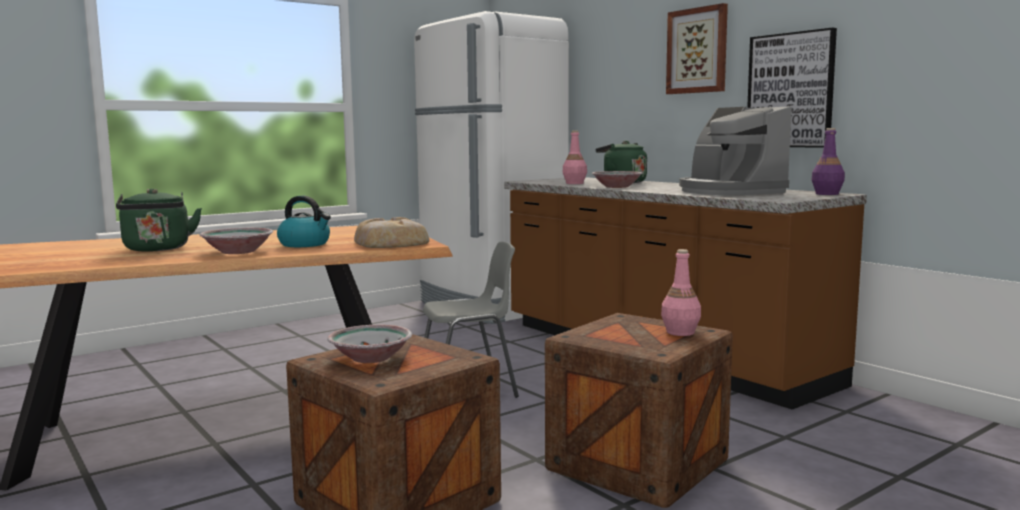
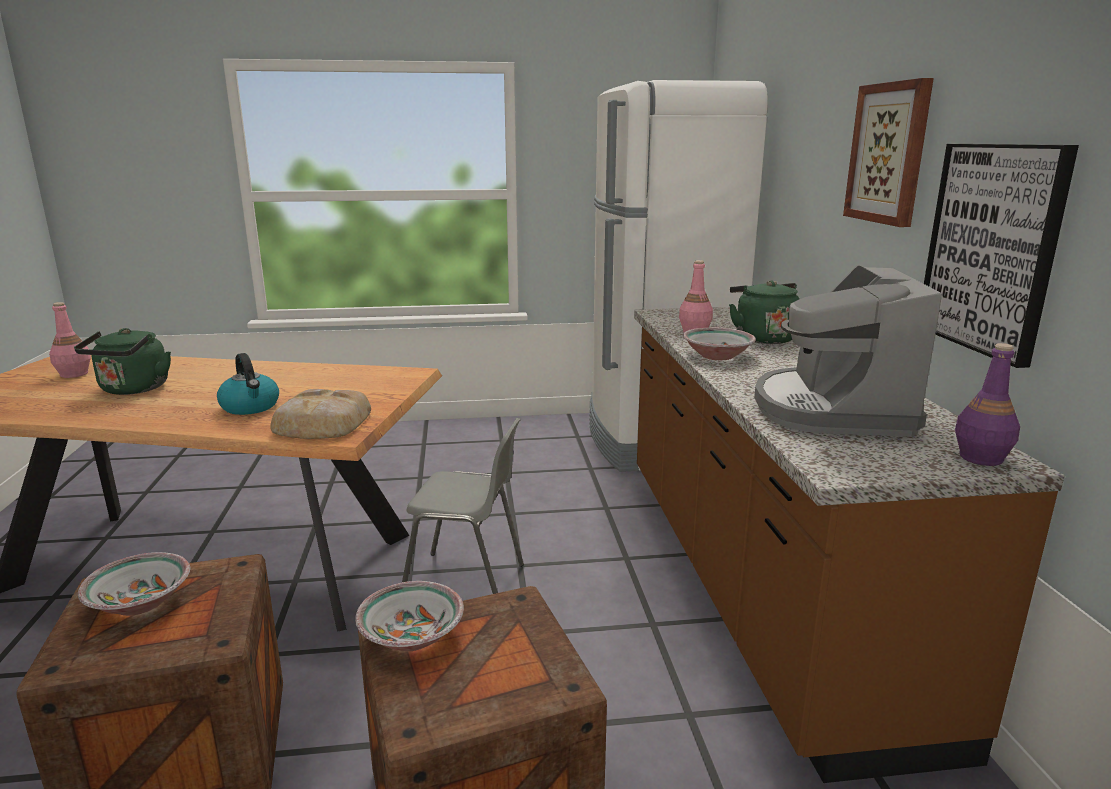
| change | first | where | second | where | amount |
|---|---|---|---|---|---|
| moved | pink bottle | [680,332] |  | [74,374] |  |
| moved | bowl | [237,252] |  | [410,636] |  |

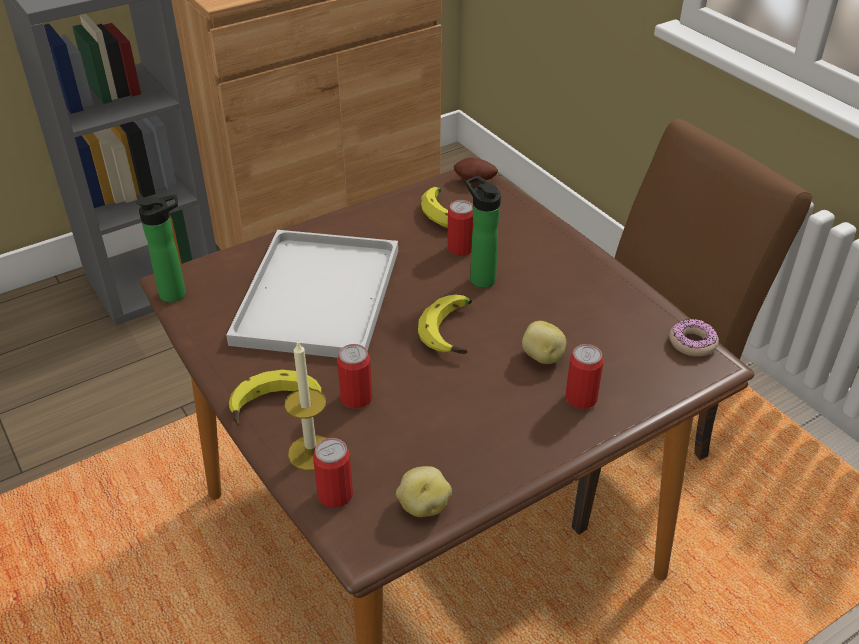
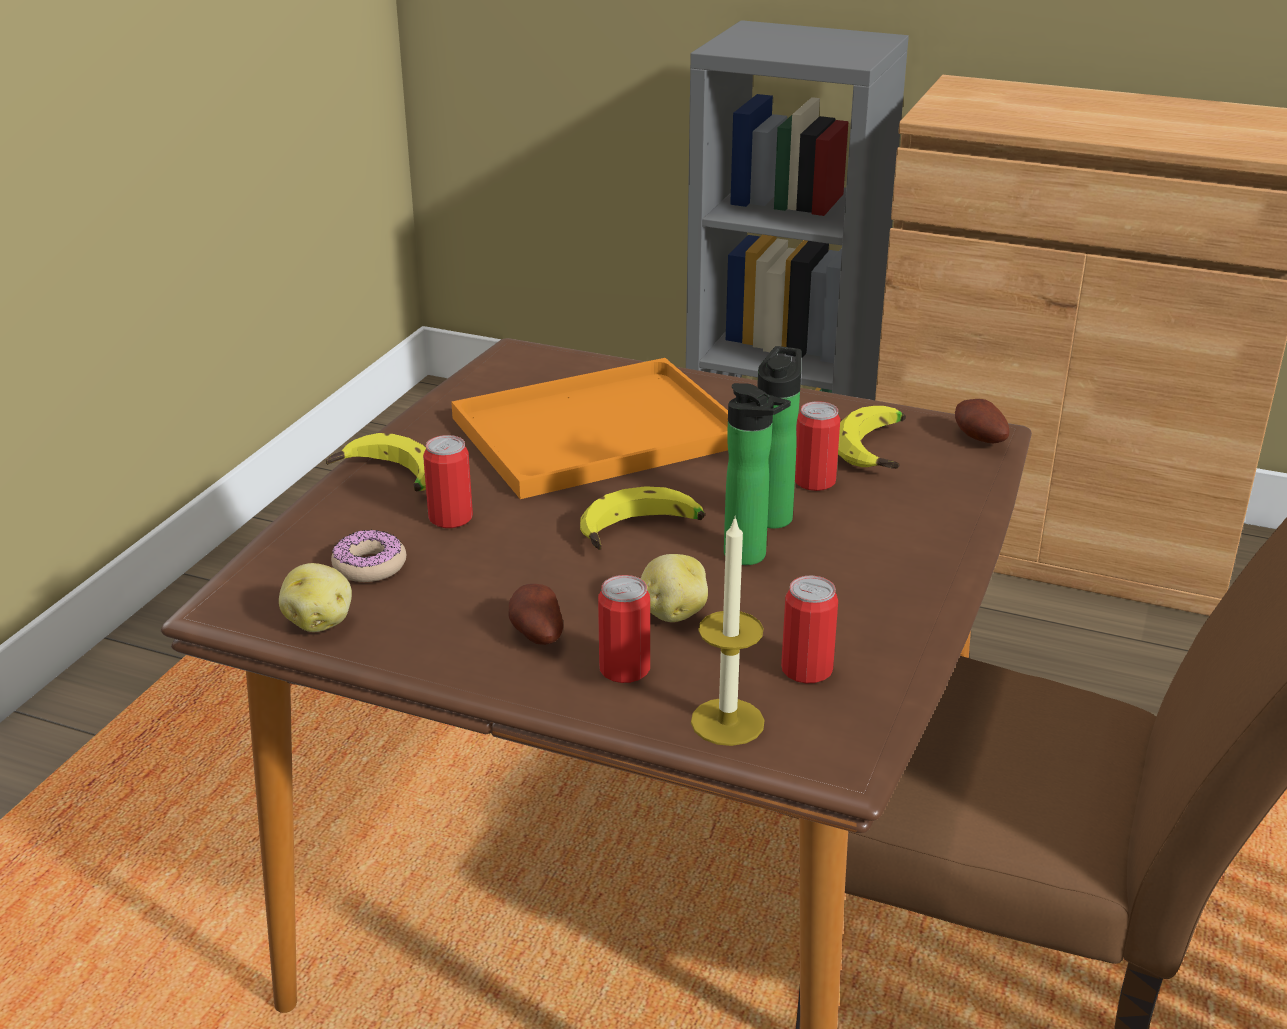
| change | first | where | second | where | amount |
|---|---|---|---|---|---|
| moved | donut | [692,343] |  | [369,566] |  |
| recoloured | white tray | [319,298] | orange tray | [594,433] |  |
| added |  |  | potato | [535,635] |  |
| moved | candle | [311,452] |  | [727,722] |  |
| moved | bottle | [177,294] |  | [750,557] |  |
| moved | can | [335,495] |  | [807,669] |  |

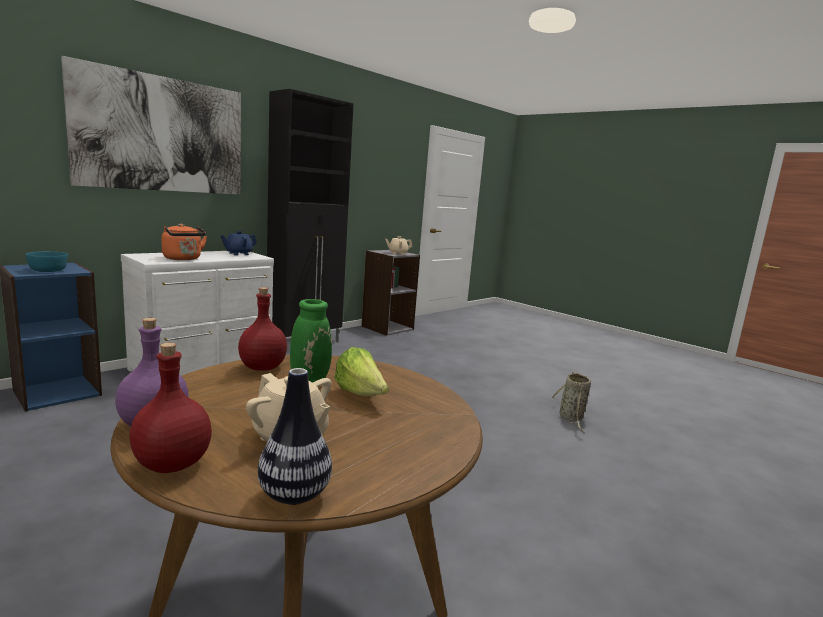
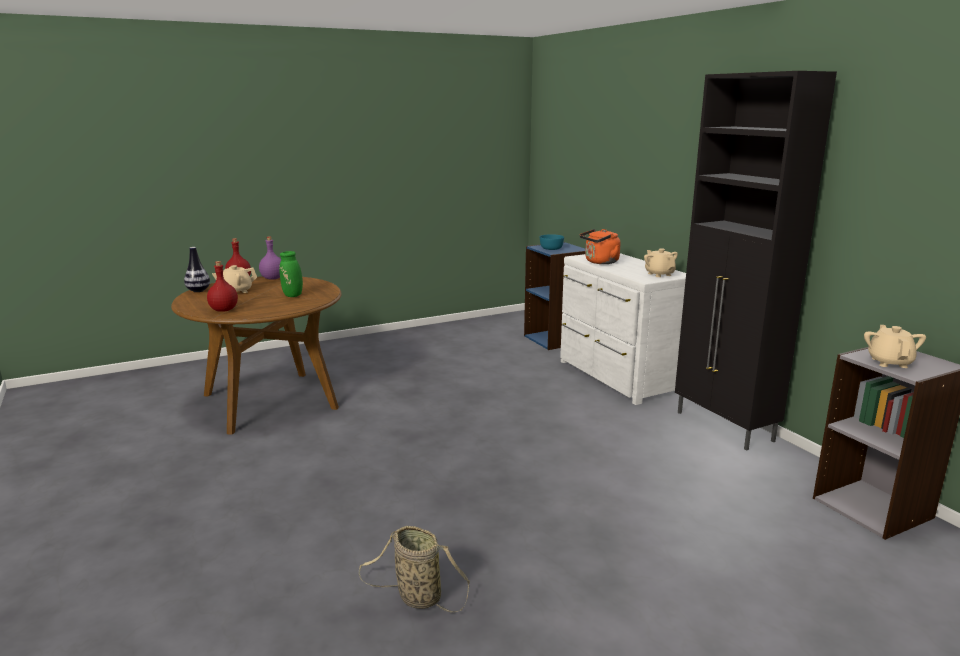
| change | first | where | second | where | amount |
|---|---|---|---|---|---|
| moved | red bottle | [261,367] |  | [224,310] |  |
| recoloured | blue teapot | [238,253] | beige teapot | [659,274] |  |
| removed | picture | [162,135] |  |  |  |
| removed | lettuce | [361,394] |  |  |  |

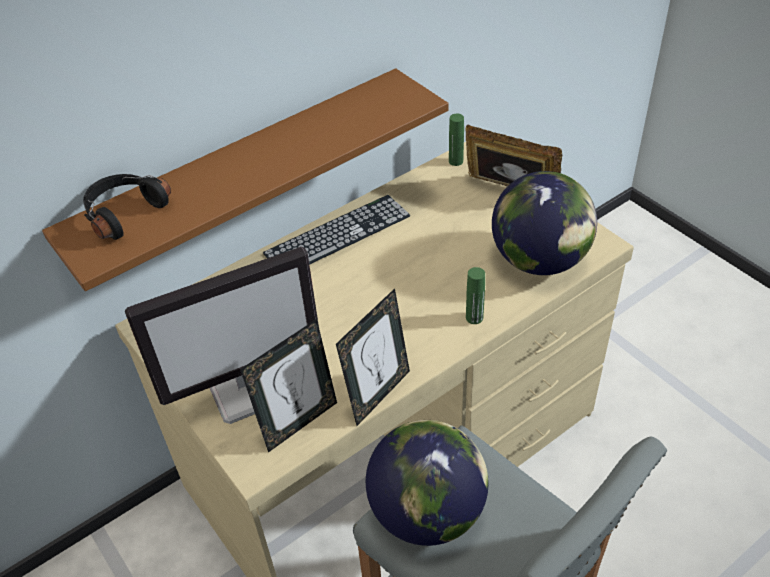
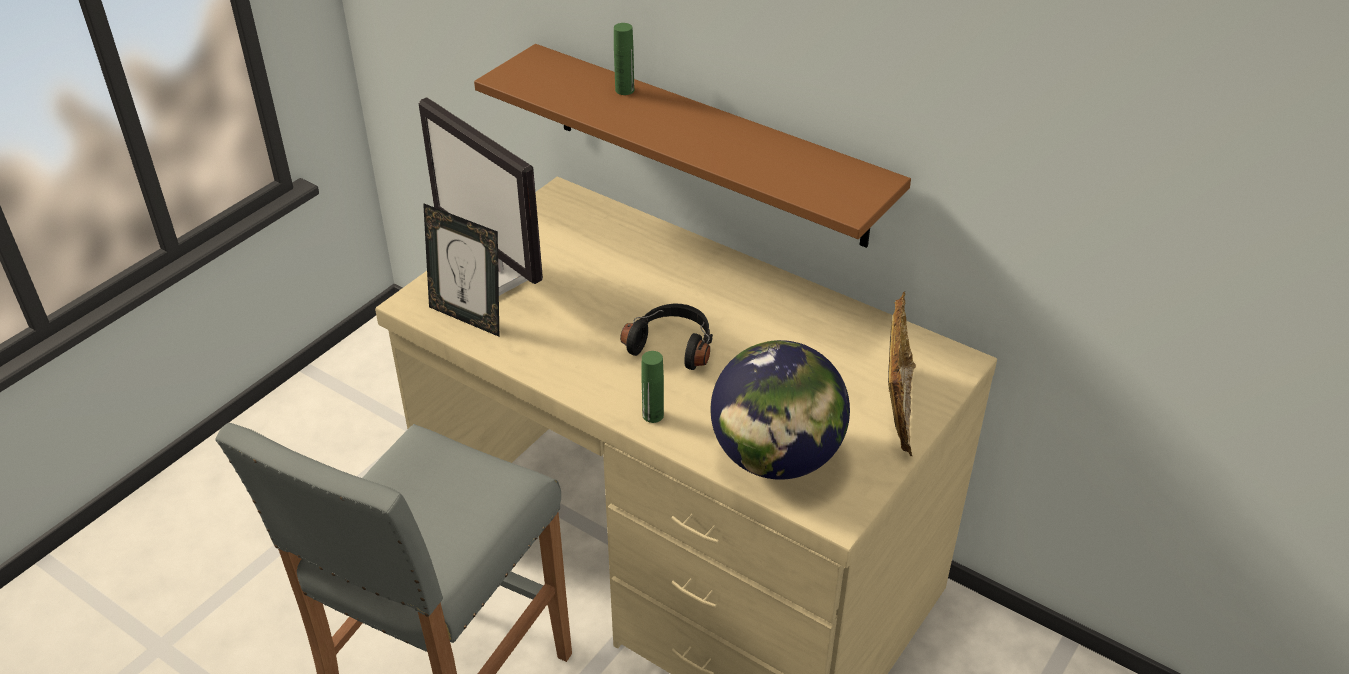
| change | first | where | second | where | amount |
|---|---|---|---|---|---|
| moved | green bottle | [456,161] |  | [624,90] |  |
| moved | black headphones | [124,212] |  | [673,345] |  |
| removed | keyboard | [337,234] |  |  |  |
| removed | picture frame | [378,394] |  |  |  |
| removed | globe | [428,512] |  |  |  |

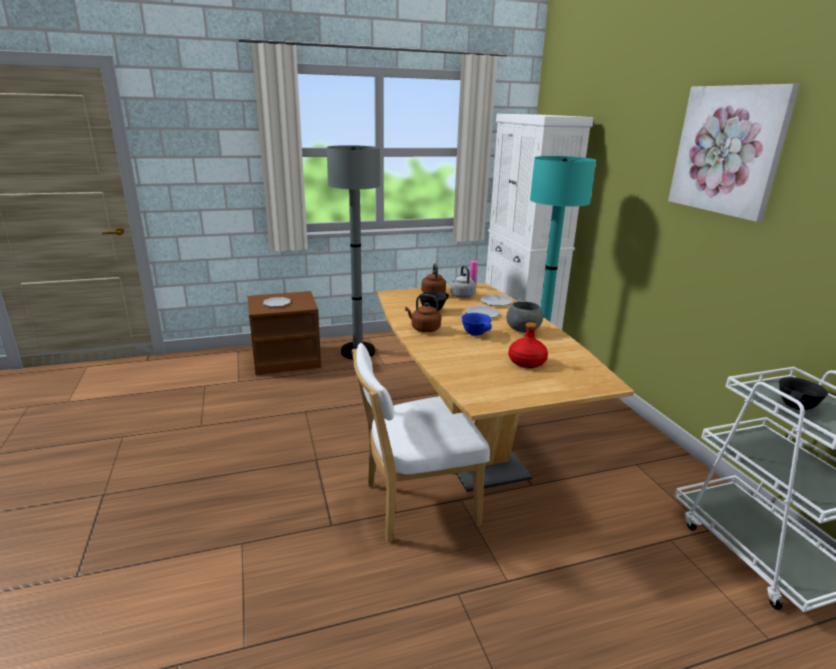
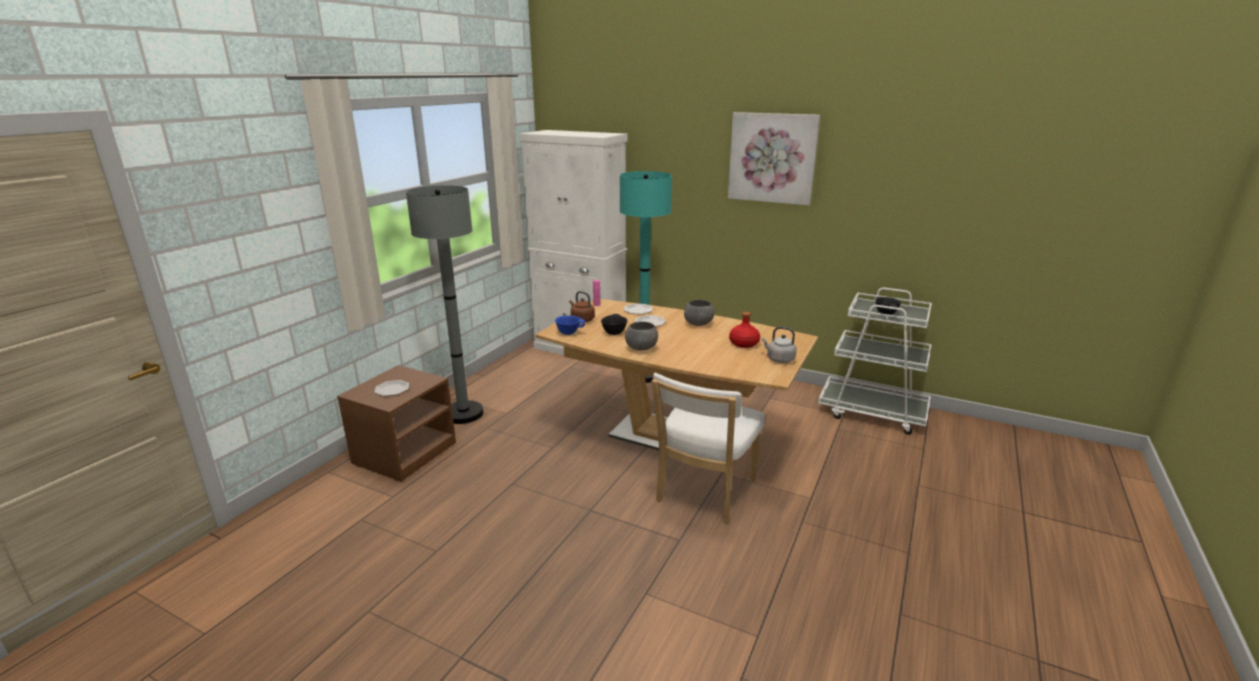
| change | first | where | second | where | amount |
|---|---|---|---|---|---|
| moved | blue bowl | [476,334] |  | [569,333] |  |
| replaced | brown kettle | [424,329] | grey bowl | [641,349] |  |
| moved | grey kettle | [462,295] |  | [779,359] |  |

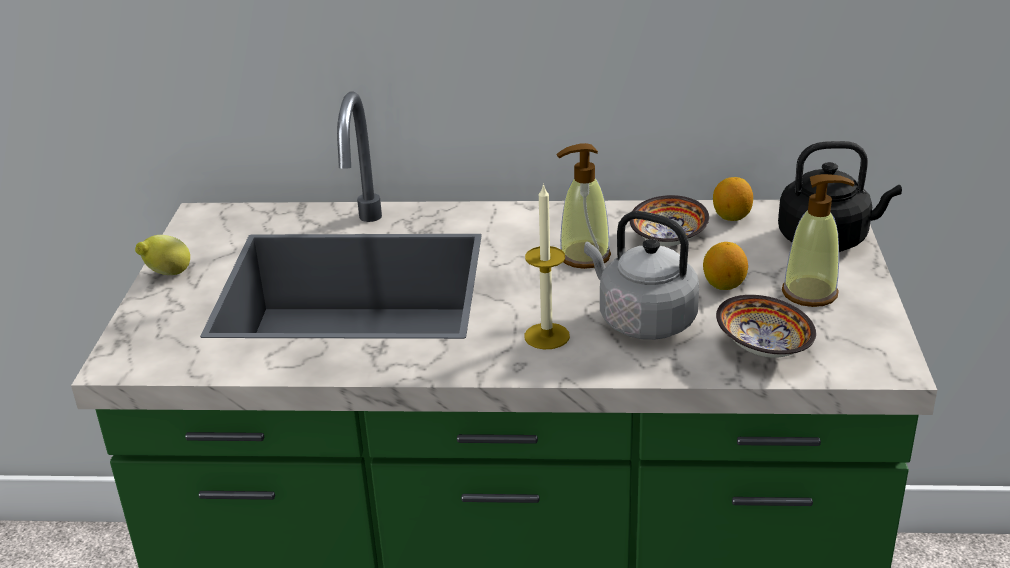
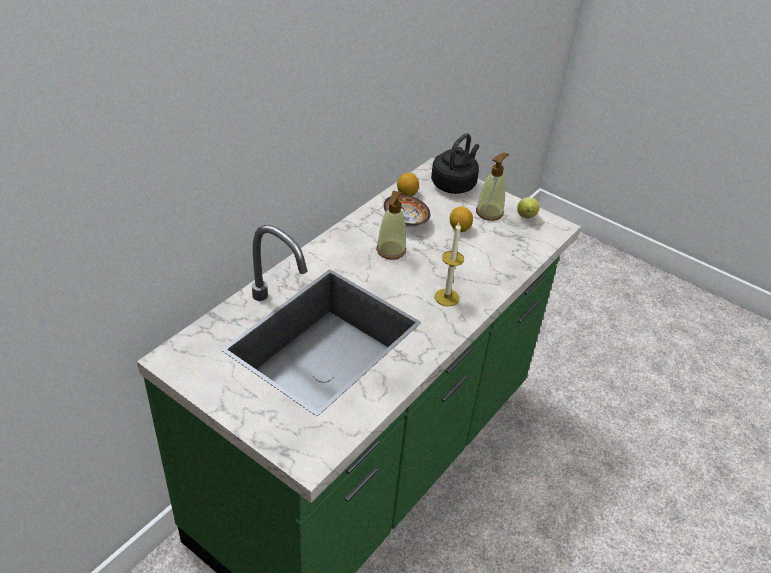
| change | first | where | second | where | amount |
|---|---|---|---|---|---|
| moved | lemon | [167,274] |  | [526,218] |  |
| removed | grey kettle | [642,320] |  |  |  |
| removed | bowl | [762,349] |  |  |  |

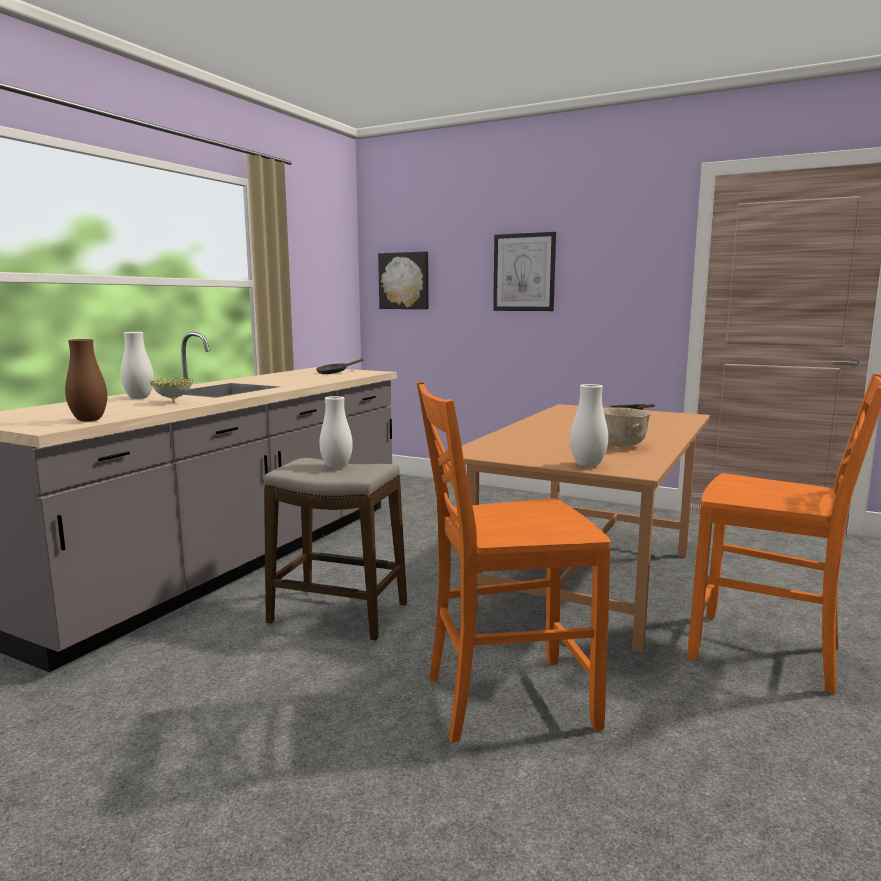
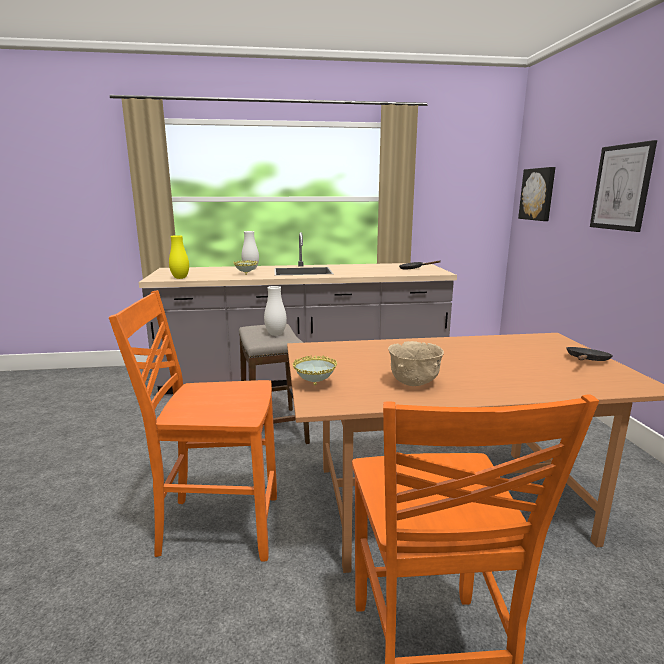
| change | first | where | second | where | amount |
|---|---|---|---|---|---|
| turned | orange chair | [505,700] |  | [217,525] | 45 degrees counterclockwise |
| recoloured | brown vase | [89,420] | yellow vase | [180,278] |  |
| replaced | white vase | [587,465] | bowl | [315,385] |  |

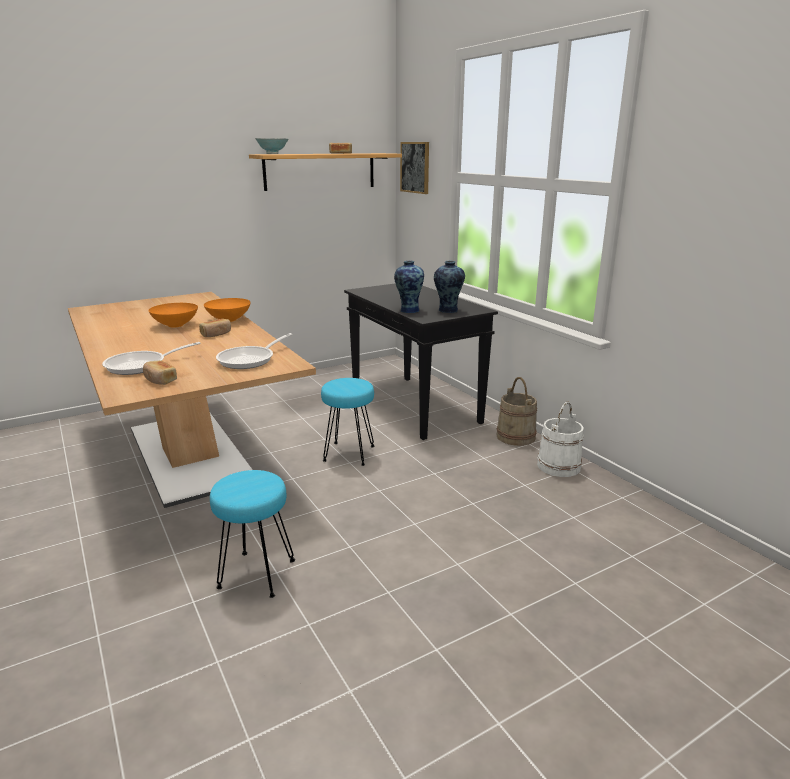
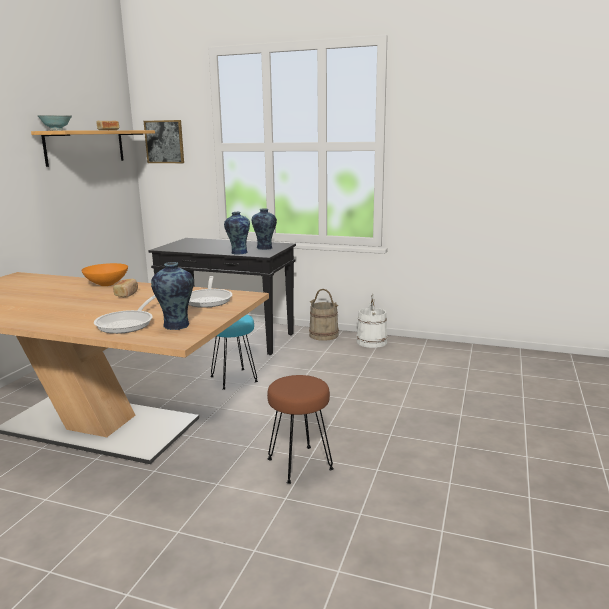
| change | first | where | second | where | amount |
|---|---|---|---|---|---|
| replaced | bread | [160,380] | vase | [176,326] |  |
| recoloured | turquoise stool | [256,575] | brown stool | [300,465] |  |
| removed | orange bowl | [176,325] |  |  |  |

